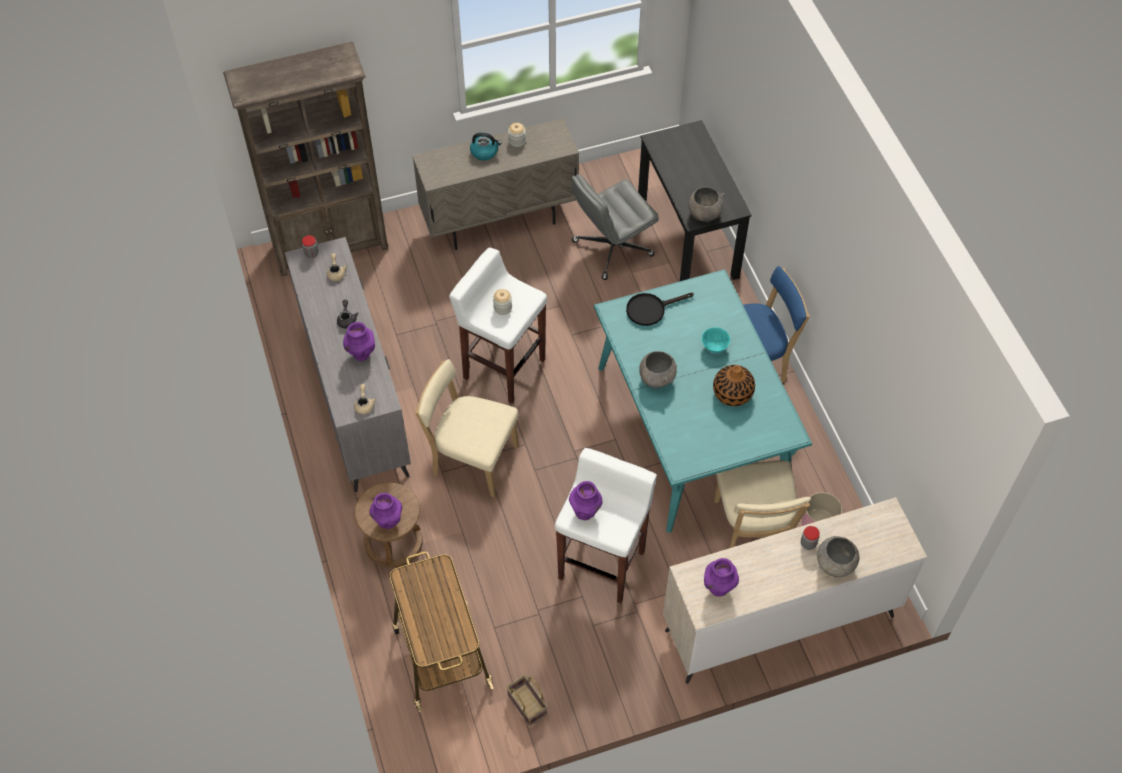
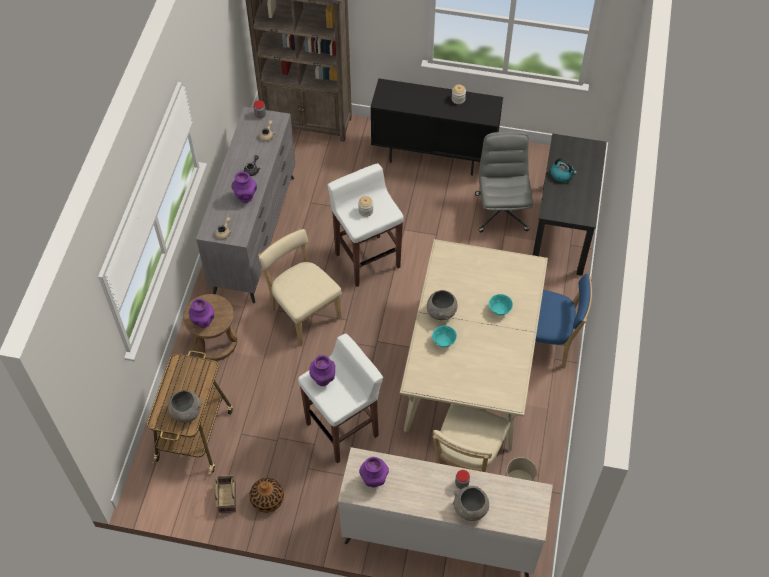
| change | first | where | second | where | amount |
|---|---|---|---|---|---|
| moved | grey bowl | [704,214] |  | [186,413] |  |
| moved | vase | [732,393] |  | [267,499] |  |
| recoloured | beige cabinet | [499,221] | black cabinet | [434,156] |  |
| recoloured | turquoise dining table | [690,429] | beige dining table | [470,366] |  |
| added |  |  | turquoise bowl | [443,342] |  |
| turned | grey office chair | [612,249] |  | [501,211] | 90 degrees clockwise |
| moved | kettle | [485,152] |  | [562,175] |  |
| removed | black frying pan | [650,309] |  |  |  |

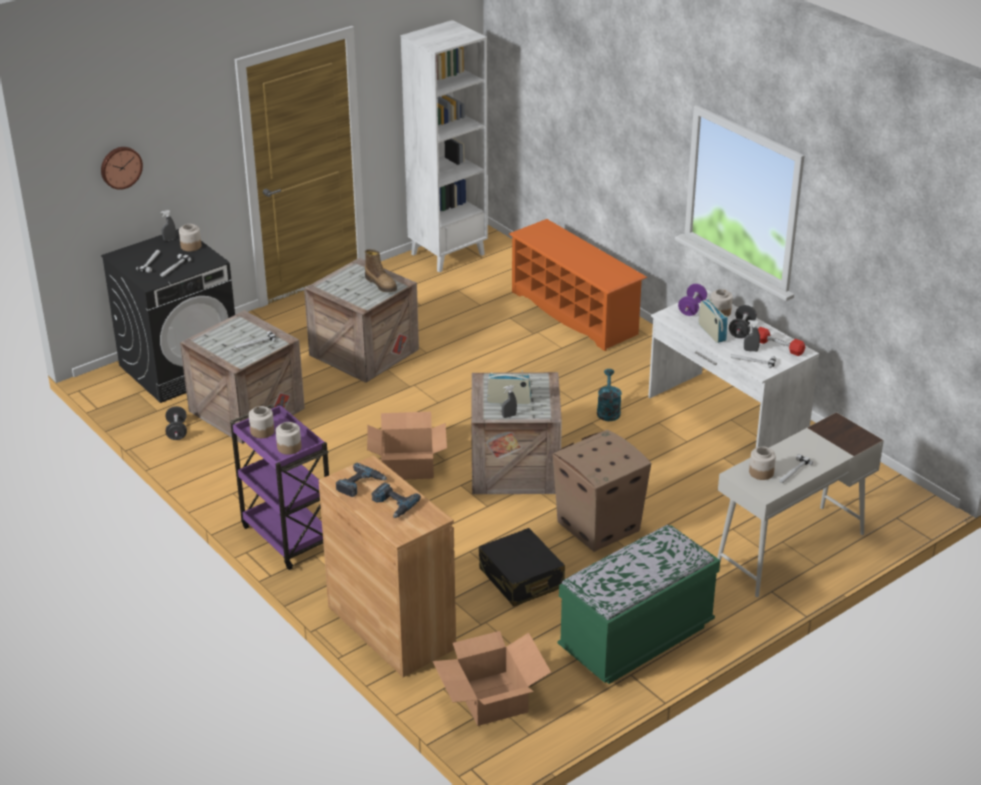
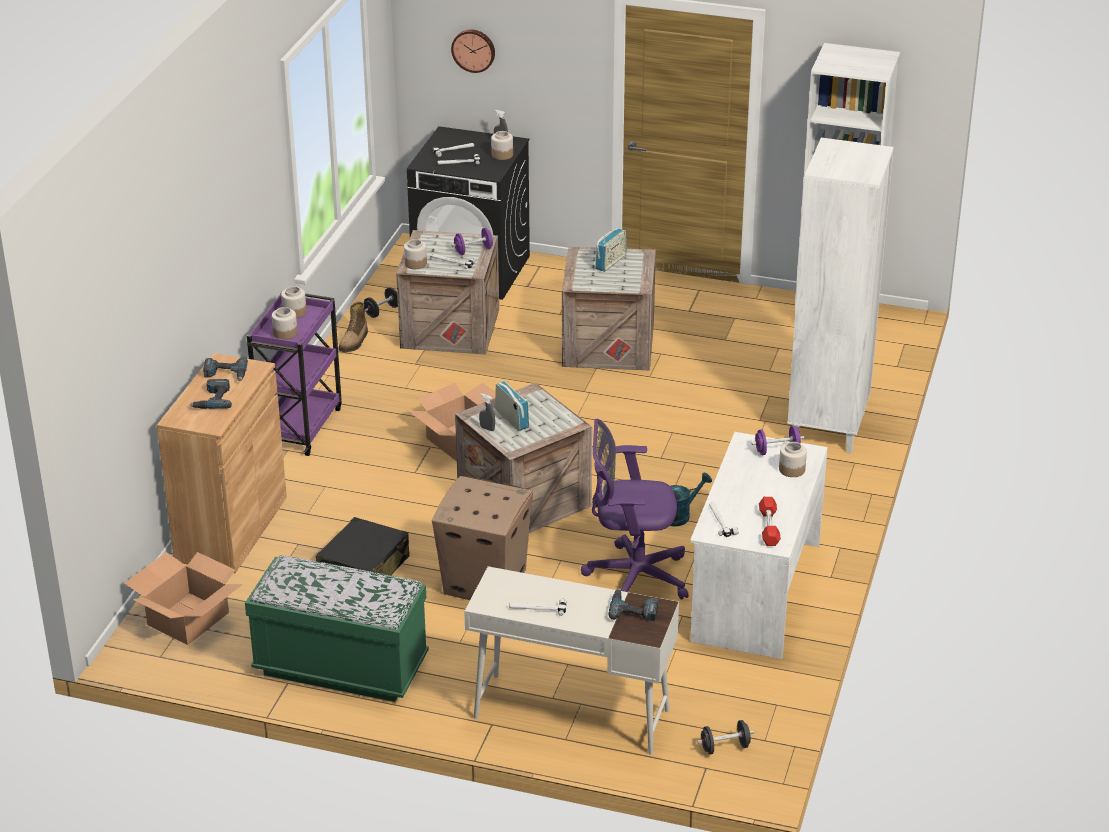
| change | first | where | second | where | amount |
|---|---|---|---|---|---|
| moved | boot | [381,284] |  | [354,342] |  |
| moved | jar | [761,472] |  | [415,263] |  |
| added |  |  | purple dumbbell | [473,250] |  |
| added |  |  | purple office chair | [632,575] |  |
| moved | radio | [712,332] |  | [611,262] |  |
| added |  |  | power drill | [633,609] |  |
| moved | black dumbbell | [741,330] |  | [725,747] |  |
| replaced | orange shoe rack | [574,313] | white bookcase | [828,428] |  |
| removed | grey spray bottle | [750,350] |  |  |  |

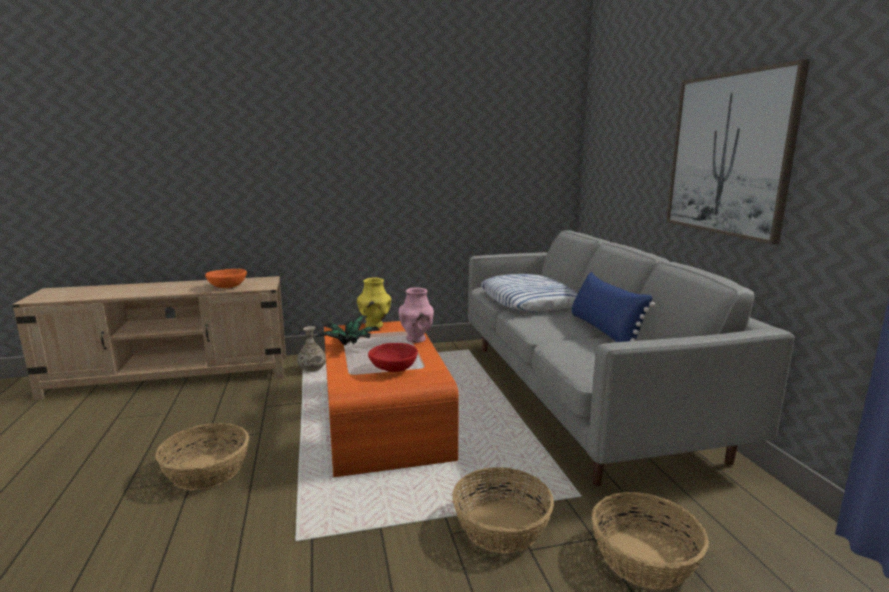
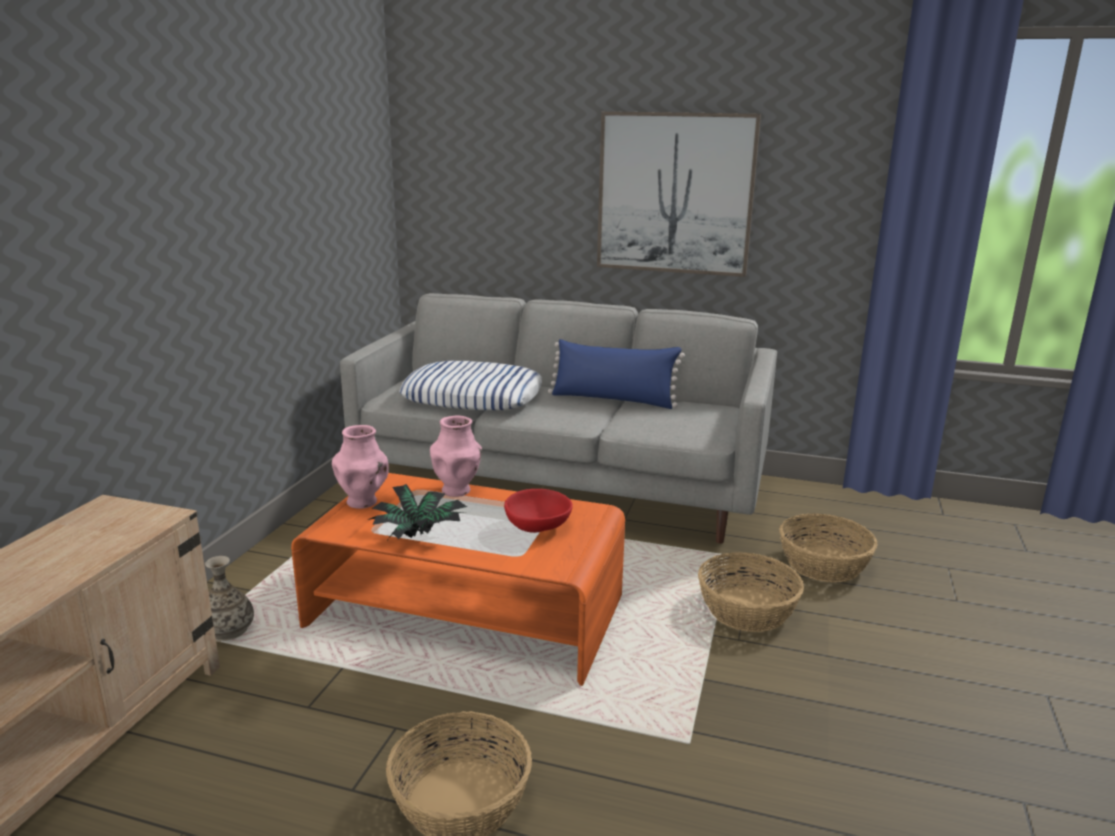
| change | first | where | second | where | amount |
|---|---|---|---|---|---|
| recoloured | yellow vase | [374,326] | pink vase | [363,502] |  |
| removed | orange bowl | [227,287] |  |  |  |

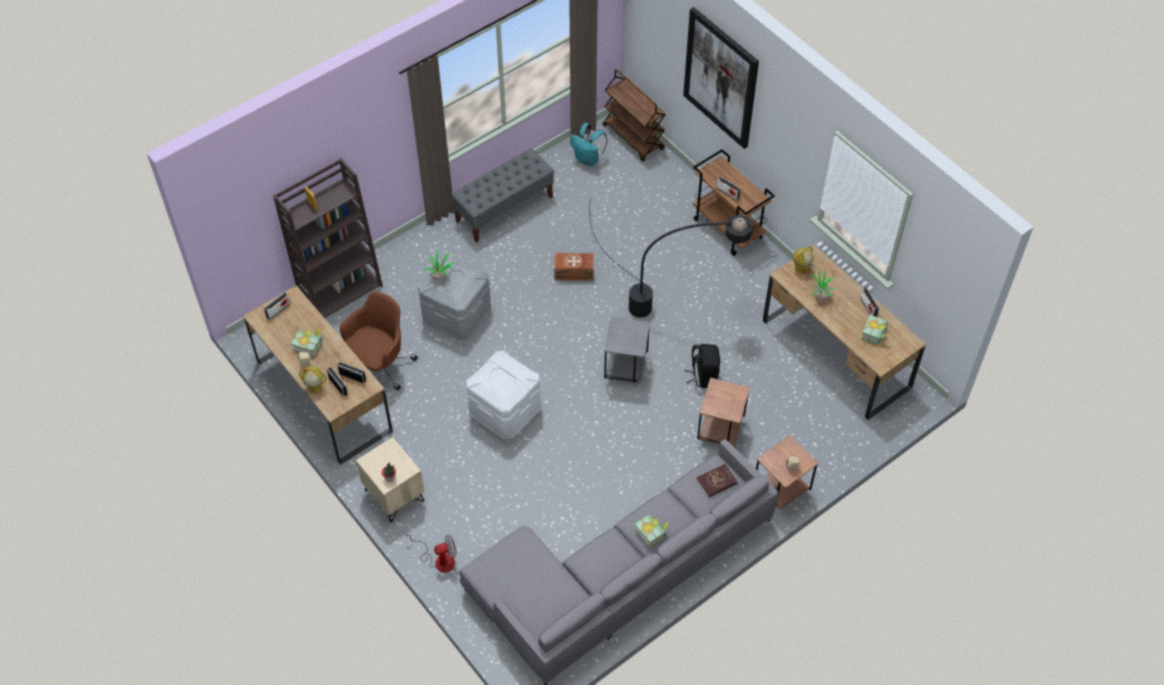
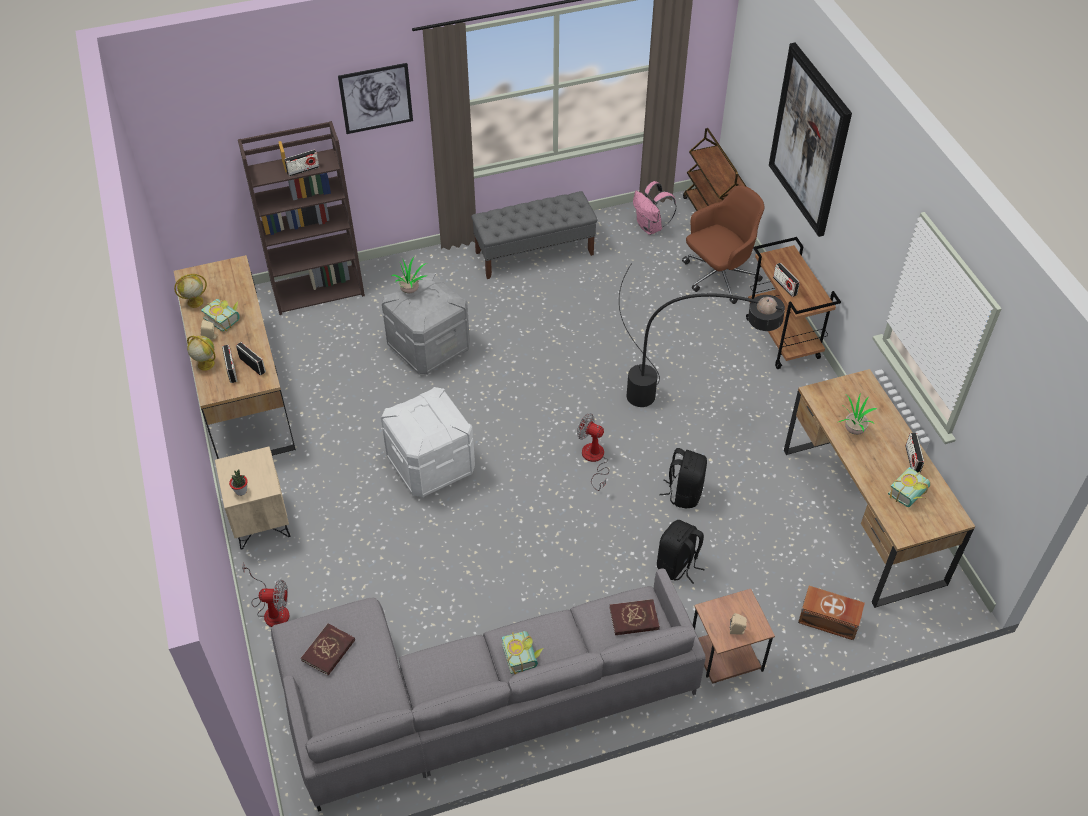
| change | first | where | second | where | amount |
|---|---|---|---|---|---|
| moved | globe | [801,268] |  | [194,302] |  |
| moved | radio | [278,310] |  | [303,170] |  |
| added |  |  | red book | [328,650] |  |
| added |  |  | picture | [376,98] |  |
| replaced | grey side table | [626,370] | fan | [594,460] |  |
| recoloured | turquoise backpack | [588,159] | pink backpack | [651,227] |  |
| replaced | brown side table | [721,432] | black backpack | [678,565] |  |
| moved | brown office chair | [379,366] |  | [718,277] |  |
| moved | brown storage box | [574,273] |  | [829,621] |  |

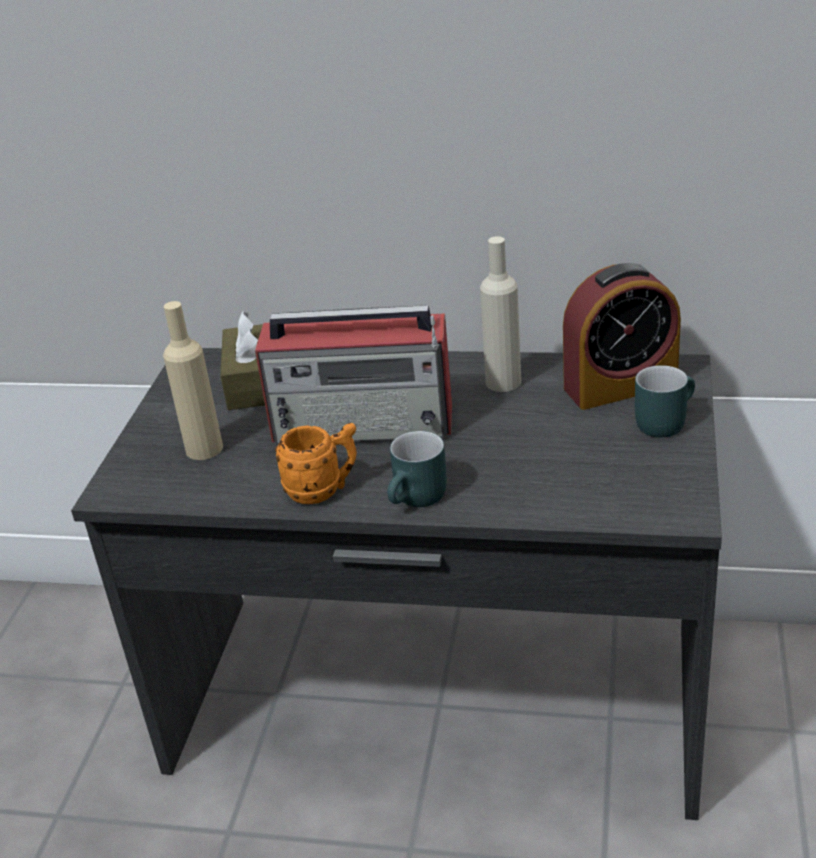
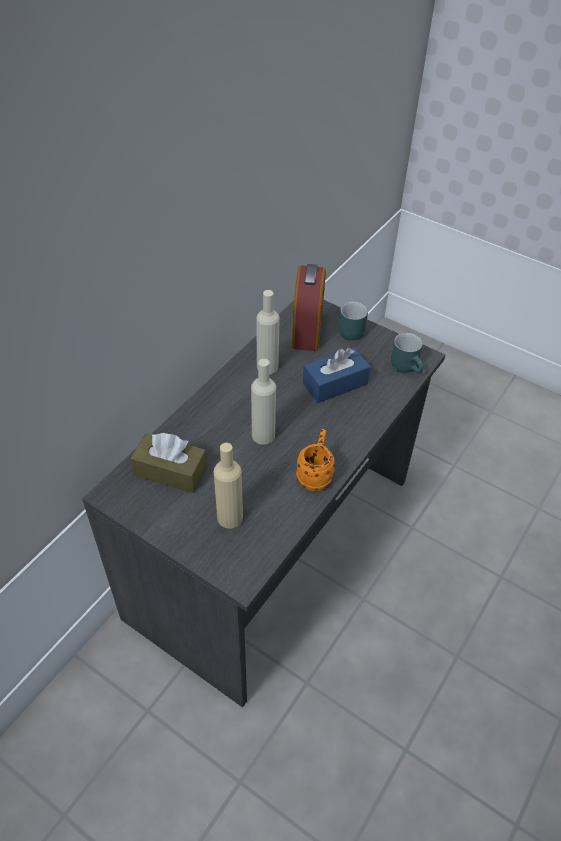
| change | first | where | second | where | amount |
|---|---|---|---|---|---|
| replaced | radio | [365,424] | beige bottle | [263,435] |  |
| added |  |  | blue tissue box | [335,384] |  |
| moved | turquoise mug | [419,500] |  | [408,367] |  |

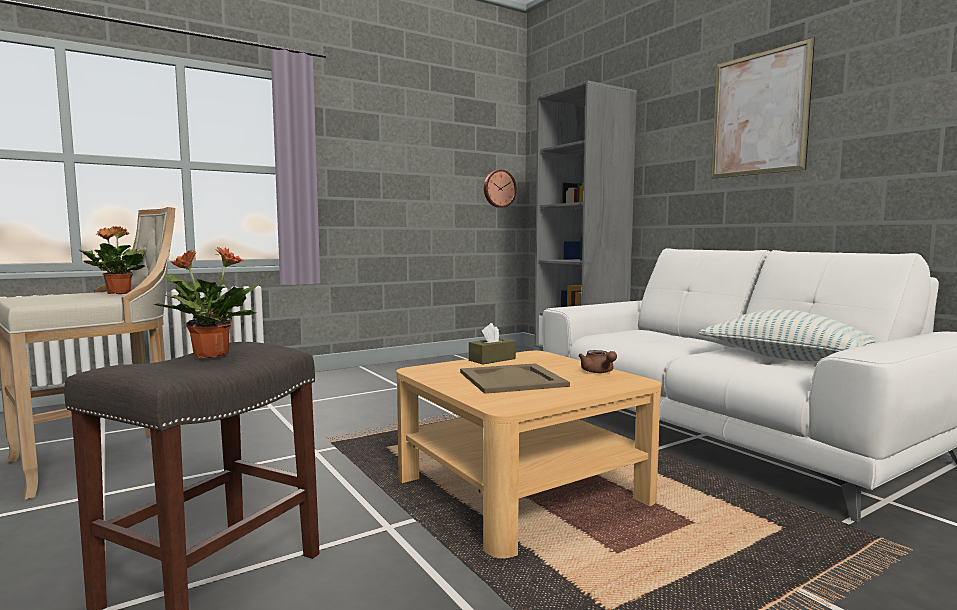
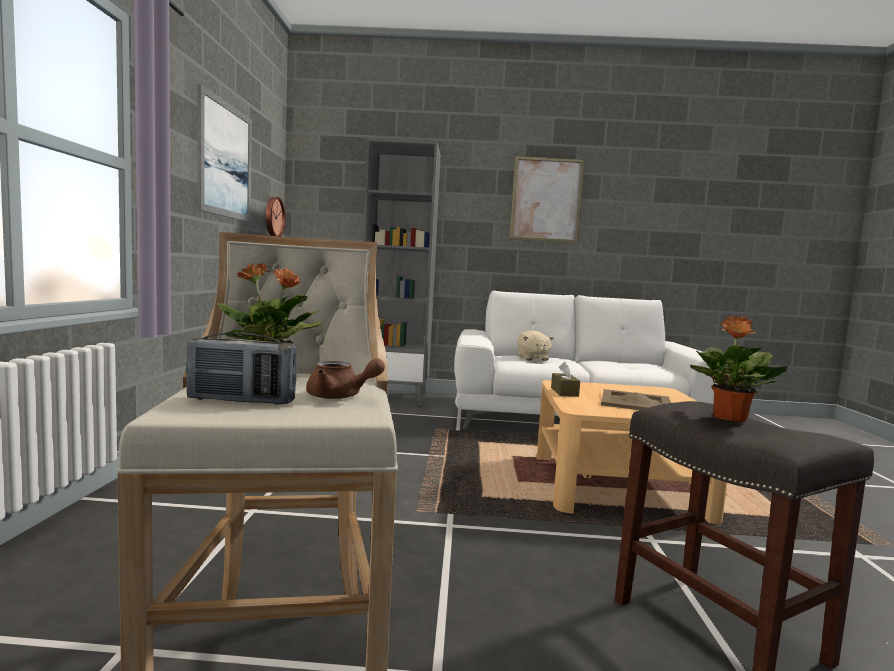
| change | first | where | second | where | amount |
|---|---|---|---|---|---|
| added |  |  | radio | [241,401] |  |
| added |  |  | picture | [225,160] |  |
| moved | brown teapot | [598,372] |  | [340,397] |  |
| added |  |  | beige plush toy | [532,358] |  |
| removed | pillow | [786,358] |  |  |  |

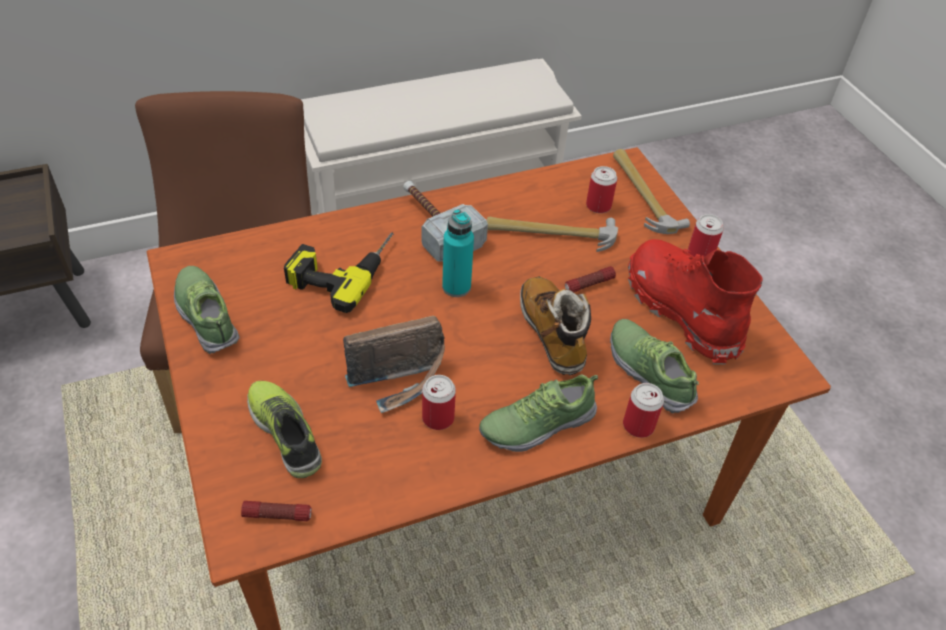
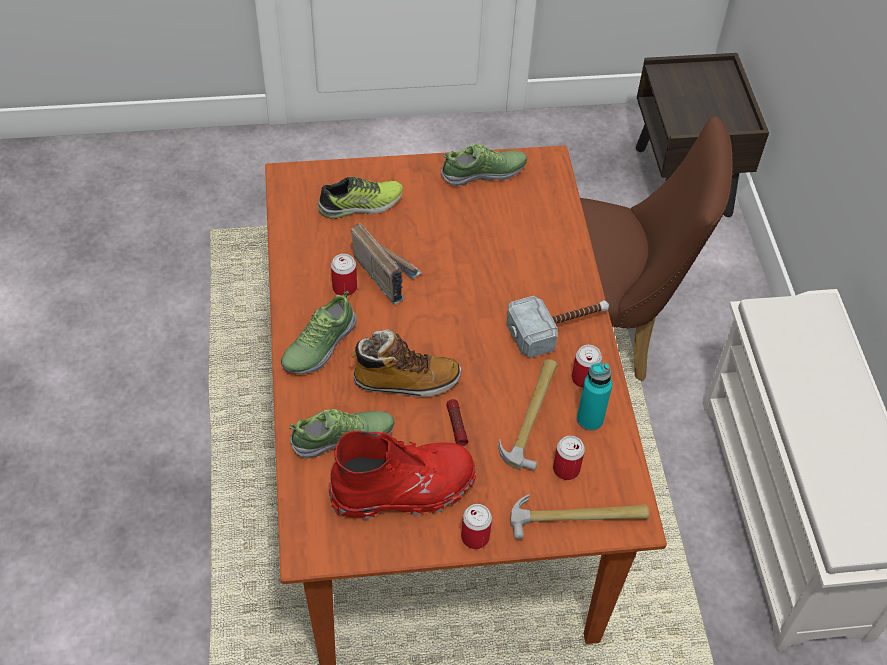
| change | first | where | second | where | amount |
|---|---|---|---|---|---|
| turned | shoe | [536,423] |  | [318,345] | 135 degrees counterclockwise |
| turned | radio | [400,381] |  | [386,272] | 150 degrees clockwise |
| moved | can | [638,425] |  | [584,378] |  |
| moved | turquoise bottle | [456,287] |  | [590,419] |  |
| removed | flashlight | [277,515] |  |  |  |
| removed | power drill | [341,267] |  |  |  |

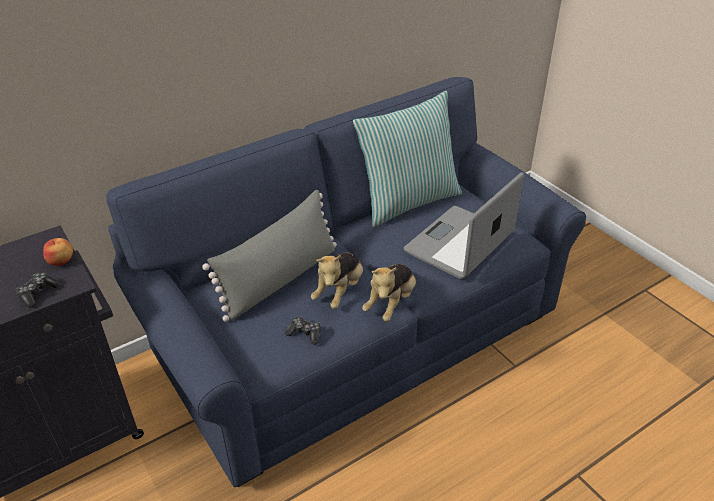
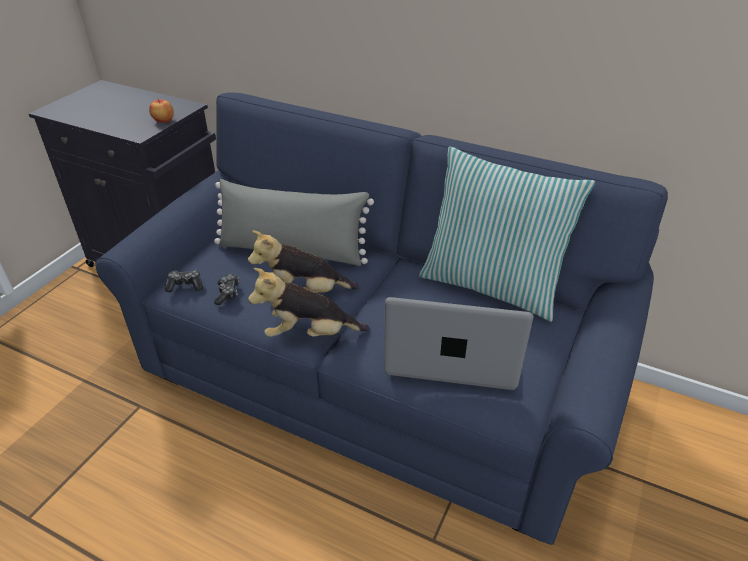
| change | first | where | second | where | amount |
|---|---|---|---|---|---|
| moved | game controller | [38,293] |  | [185,285] |  |

